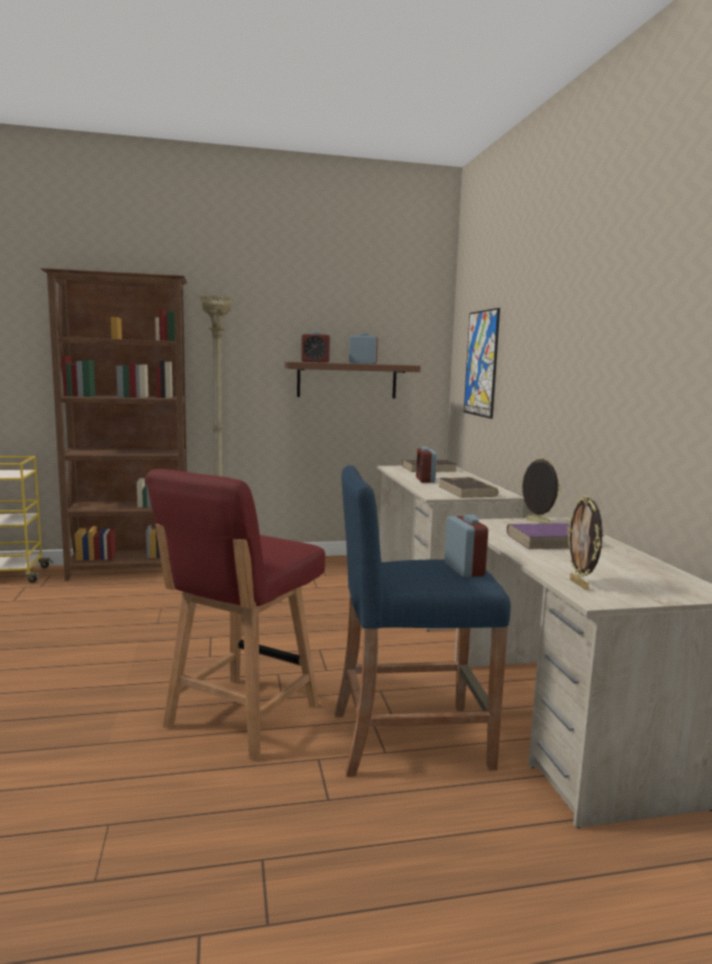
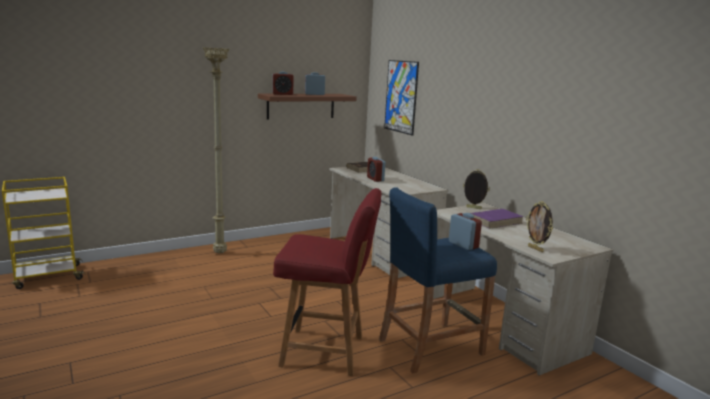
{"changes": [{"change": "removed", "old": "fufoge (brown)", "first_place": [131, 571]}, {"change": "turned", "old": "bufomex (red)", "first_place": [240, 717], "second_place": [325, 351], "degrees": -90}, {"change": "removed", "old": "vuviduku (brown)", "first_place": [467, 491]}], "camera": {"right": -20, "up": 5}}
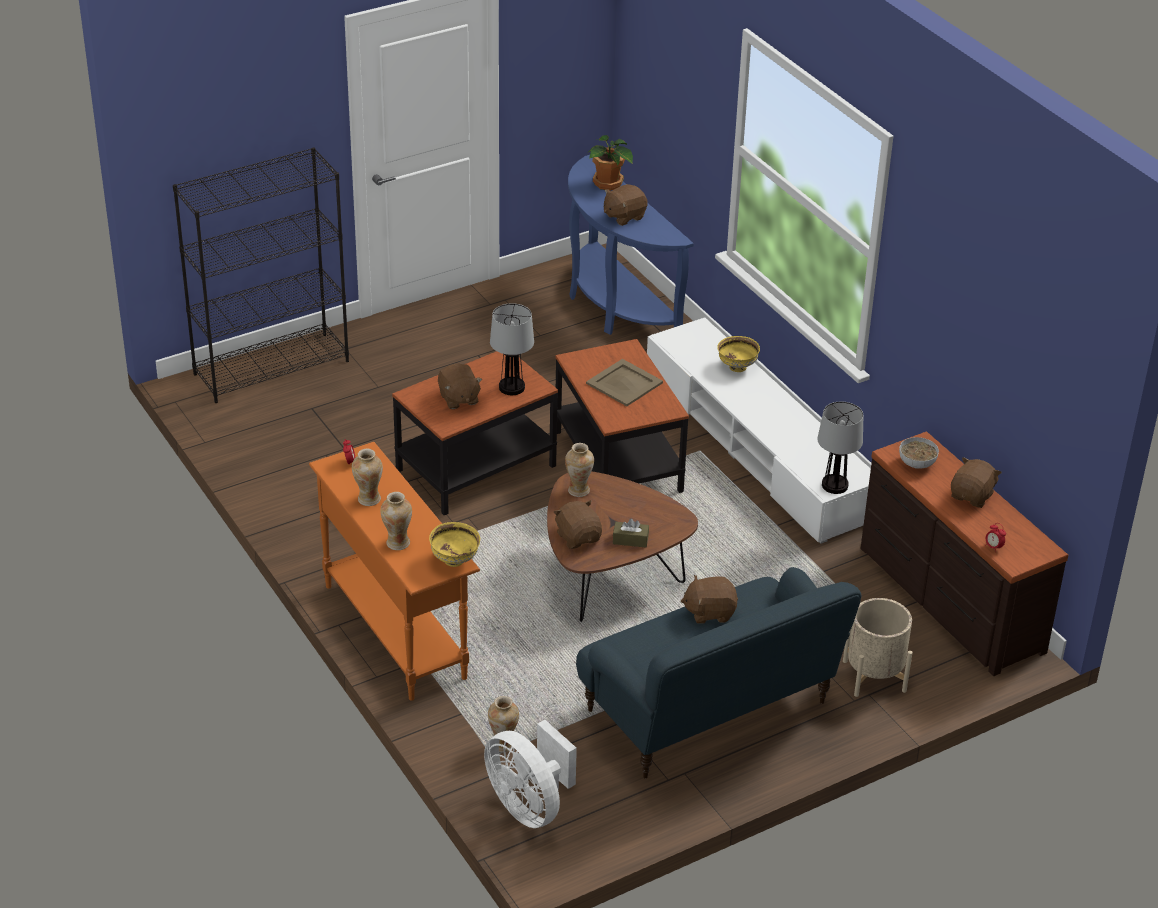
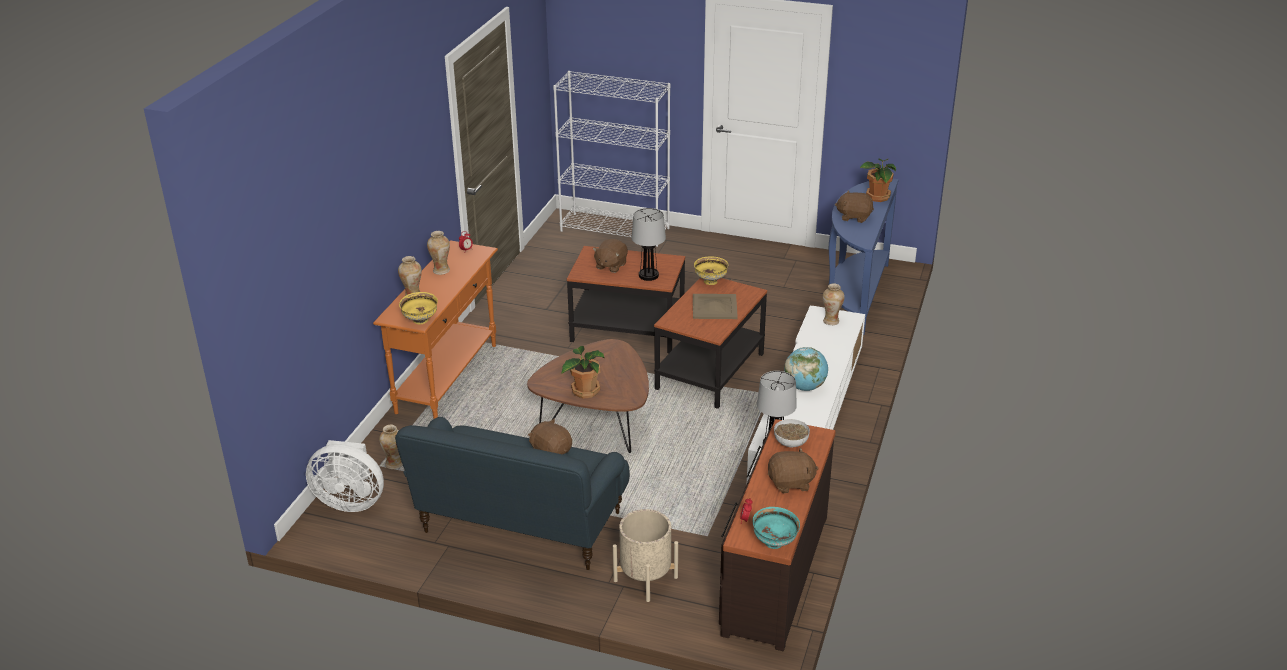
{"changes": [{"change": "recoloured", "old": "fufoge (black)", "new": "fufoge (white)", "first_place": [272, 367], "second_place": [615, 229]}, {"change": "moved", "old": "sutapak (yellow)", "first_place": [737, 367], "second_place": [710, 281]}, {"change": "moved", "old": "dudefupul", "first_place": [578, 490], "second_place": [831, 321]}, {"change": "removed", "old": "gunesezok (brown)", "first_place": [578, 537]}, {"change": "replaced", "old": "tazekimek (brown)", "new": "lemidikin", "first_place": [630, 540], "second_place": [584, 391]}, {"change": "turned", "old": "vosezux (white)", "first_place": [529, 806], "second_place": [350, 501], "degrees": -90}, {"change": "added", "new": "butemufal", "second_place": [805, 387]}, {"change": "added", "new": "sutapak (turquoise)", "second_place": [775, 542]}], "camera": {"right": 50, "up": -5}}
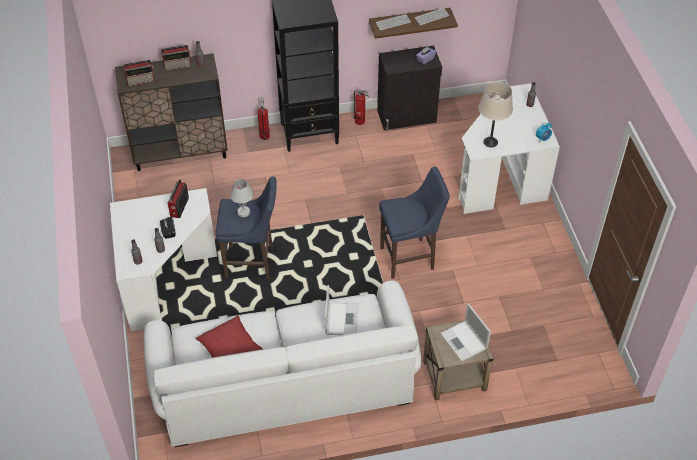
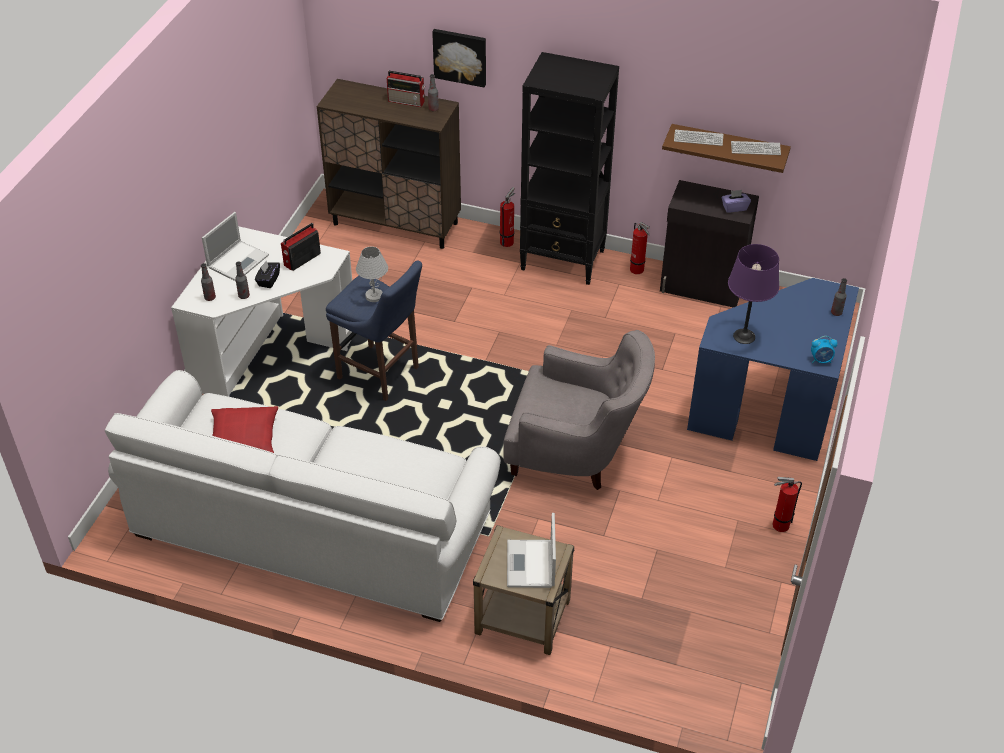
{"changes": [{"change": "removed", "old": "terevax", "first_place": [141, 80]}, {"change": "recoloured", "old": "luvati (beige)", "new": "luvati (purple)", "first_place": [490, 142], "second_place": [744, 336]}, {"change": "recoloured", "old": "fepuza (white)", "new": "fepuza (blue)", "first_place": [501, 178], "second_place": [773, 408]}, {"change": "replaced", "old": "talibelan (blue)", "new": "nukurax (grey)", "first_place": [410, 258], "second_place": [576, 452]}, {"change": "moved", "old": "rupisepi", "first_place": [341, 318], "second_place": [238, 260]}, {"change": "added", "new": "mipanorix", "second_place": [460, 56]}, {"change": "added", "new": "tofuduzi", "second_place": [778, 525]}], "camera": {"right": 30, "up": -5}}
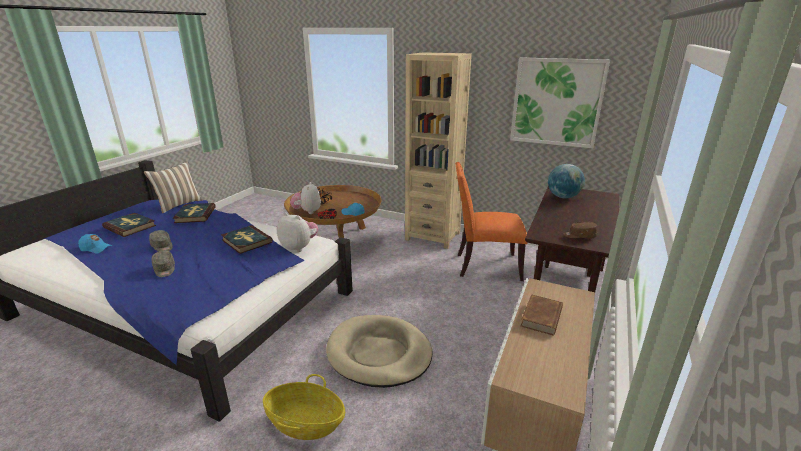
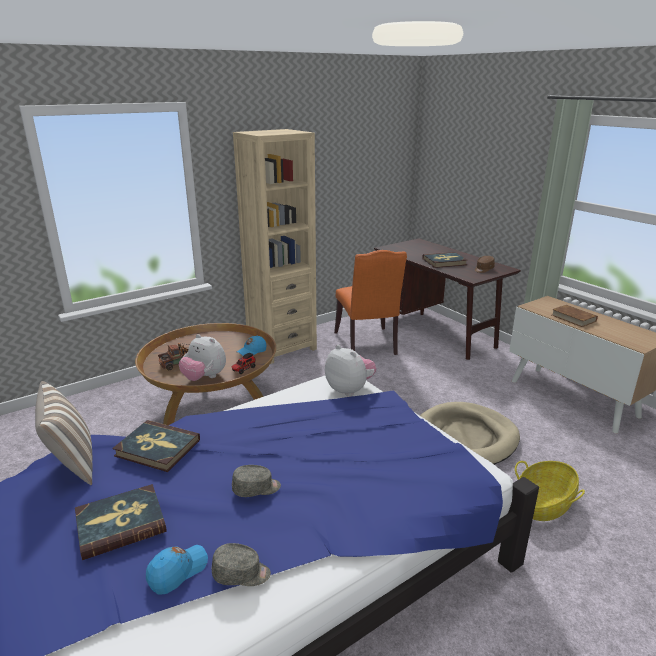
{"changes": [{"change": "removed", "old": "mipanorix", "first_place": [556, 102]}, {"change": "turned", "old": "bufomex (orange)", "first_place": [484, 266], "second_place": [367, 344], "degrees": -45}, {"change": "removed", "old": "butemufal", "first_place": [563, 197]}, {"change": "turned", "old": "gunesezok", "first_place": [299, 247], "second_place": [350, 389], "degrees": 75}, {"change": "moved", "old": "vuviduku", "first_place": [246, 241], "second_place": [444, 262]}, {"change": "moved", "old": "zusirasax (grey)", "first_place": [164, 269], "second_place": [241, 574]}], "camera": {"right": -60, "up": 0}}
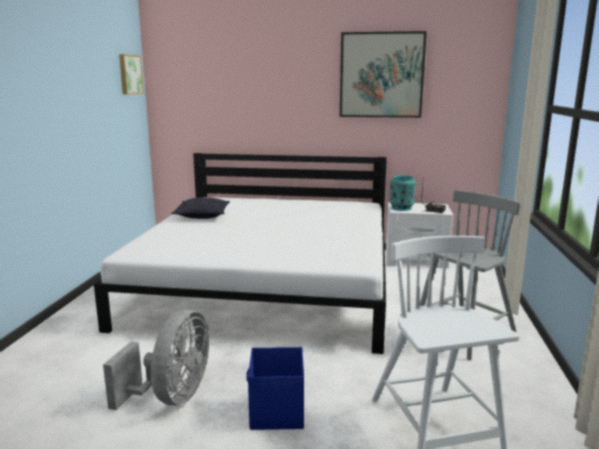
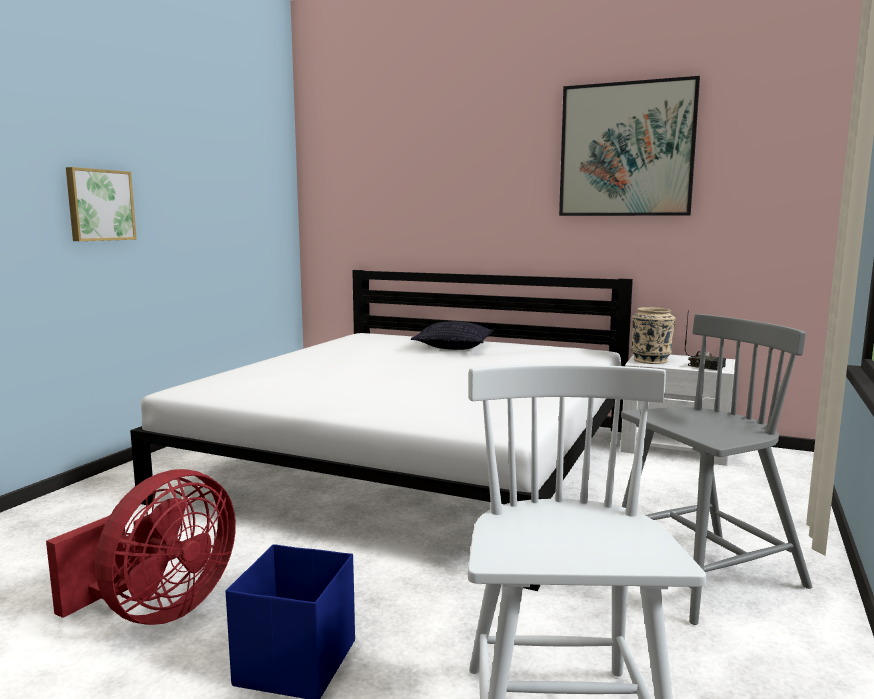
{"changes": [{"change": "moved", "old": "mipanorix", "first_place": [129, 74], "second_place": [99, 205]}, {"change": "recoloured", "old": "dudefupul (turquoise)", "new": "dudefupul (beige)", "first_place": [401, 208], "second_place": [650, 360]}, {"change": "moved", "old": "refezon", "first_place": [202, 216], "second_place": [454, 347]}, {"change": "recoloured", "old": "vosezux (grey)", "new": "vosezux (red)", "first_place": [172, 397], "second_place": [158, 611]}], "camera": {"right": 15, "up": -5}}
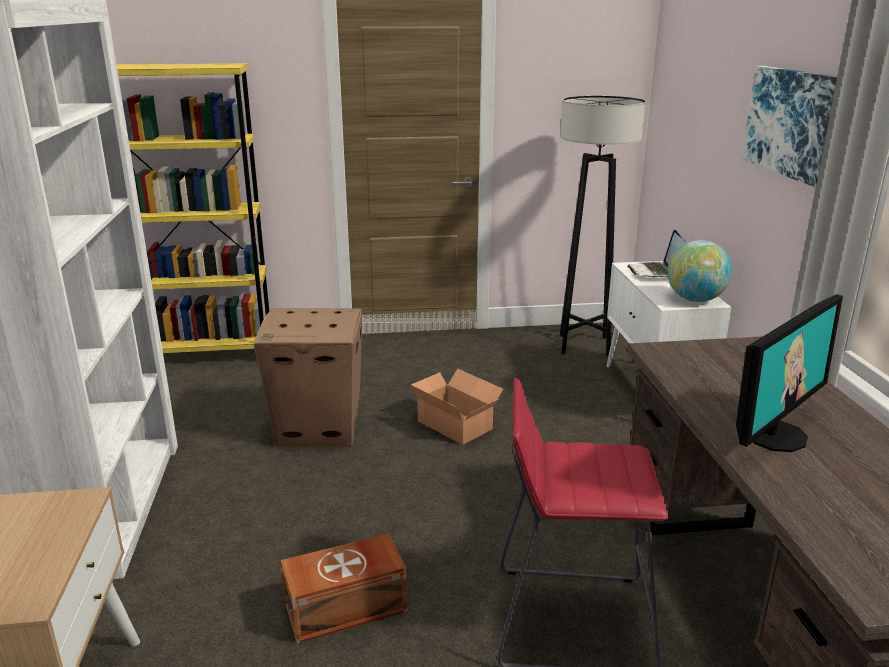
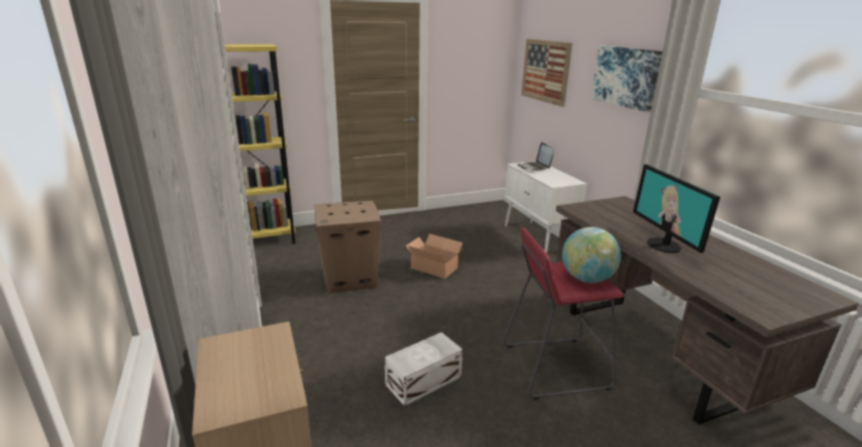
{"changes": [{"change": "removed", "old": "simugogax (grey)", "first_place": [584, 345]}, {"change": "moved", "old": "butemufal", "first_place": [695, 299], "second_place": [587, 279]}, {"change": "turned", "old": "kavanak", "first_place": [775, 435], "second_place": [664, 245], "degrees": 135}, {"change": "recoloured", "old": "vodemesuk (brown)", "new": "vodemesuk (white)", "first_place": [348, 608], "second_place": [425, 381]}, {"change": "added", "new": "mipanorix", "second_place": [545, 71]}], "camera": {"right": -15, "up": 0}}
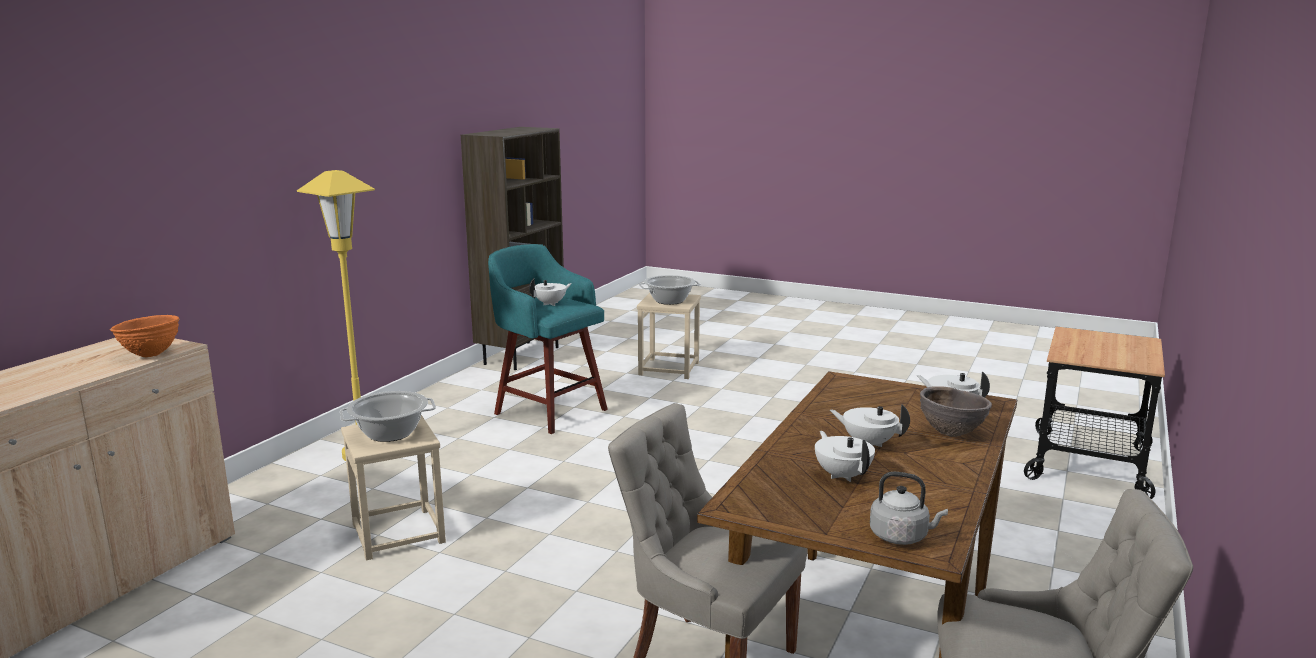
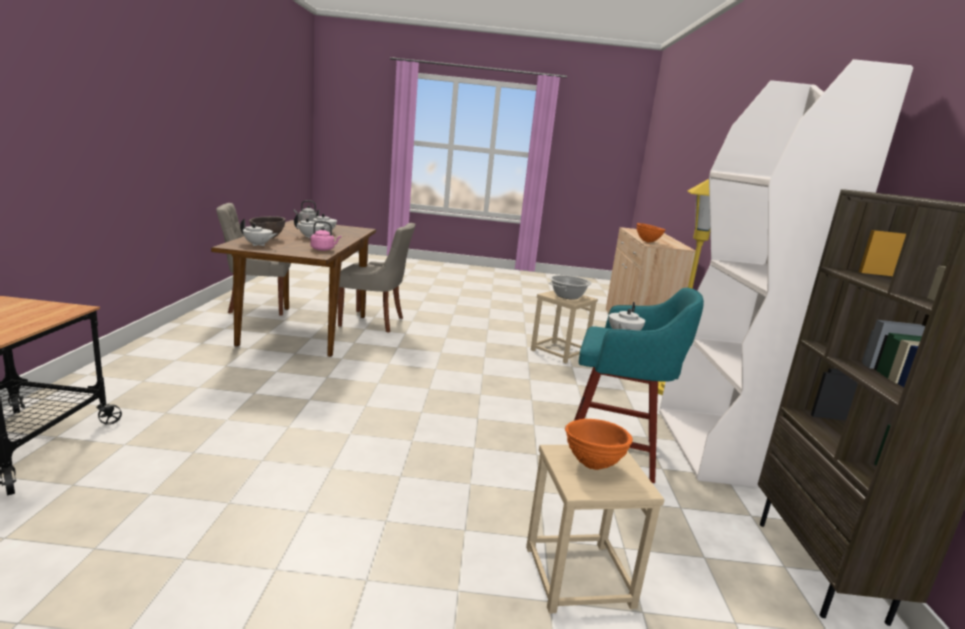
{"changes": [{"change": "replaced", "old": "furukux", "new": "sutapak (orange)", "first_place": [669, 301], "second_place": [593, 465]}, {"change": "added", "new": "fufoge (white)", "second_place": [716, 448]}, {"change": "added", "new": "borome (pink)", "second_place": [324, 249]}], "camera": {"right": 155, "up": 0}}
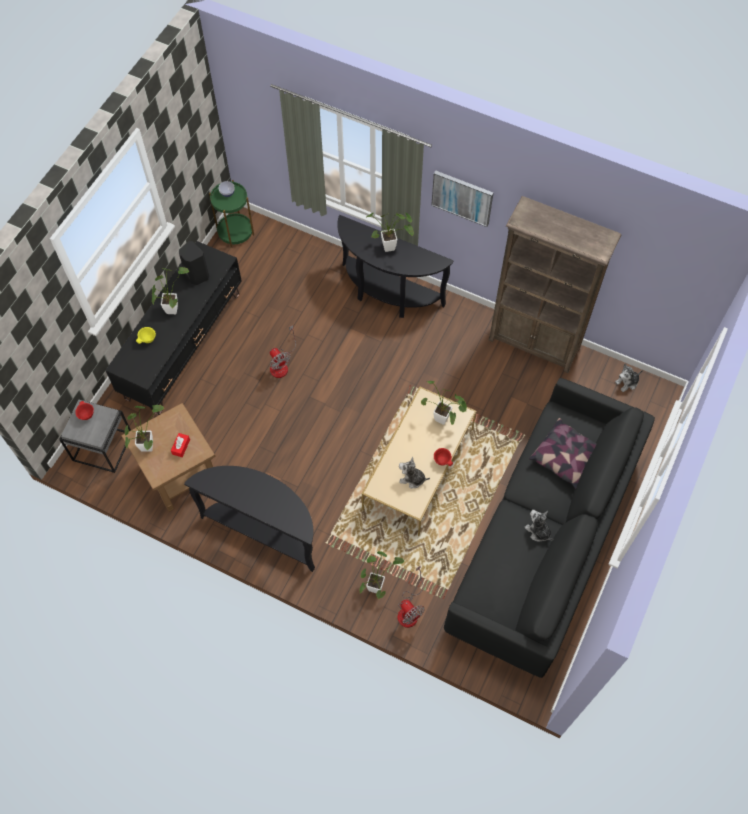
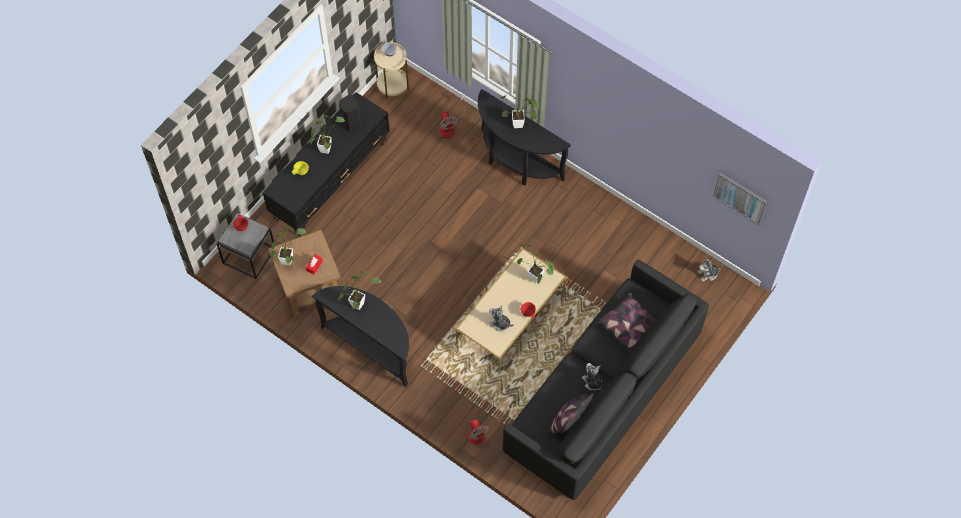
{"changes": [{"change": "moved", "old": "mipanorix", "first_place": [462, 197], "second_place": [740, 197]}, {"change": "recoloured", "old": "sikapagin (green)", "new": "sikapagin (beige)", "first_place": [235, 232], "second_place": [392, 85]}, {"change": "removed", "old": "fufoge (brown)", "first_place": [534, 344]}, {"change": "moved", "old": "vosezux", "first_place": [281, 364], "second_place": [449, 127]}, {"change": "moved", "old": "lemidikin", "first_place": [376, 584], "second_place": [359, 302]}, {"change": "added", "new": "refezon", "second_place": [568, 421]}], "camera": {"right": 10, "up": 0}}
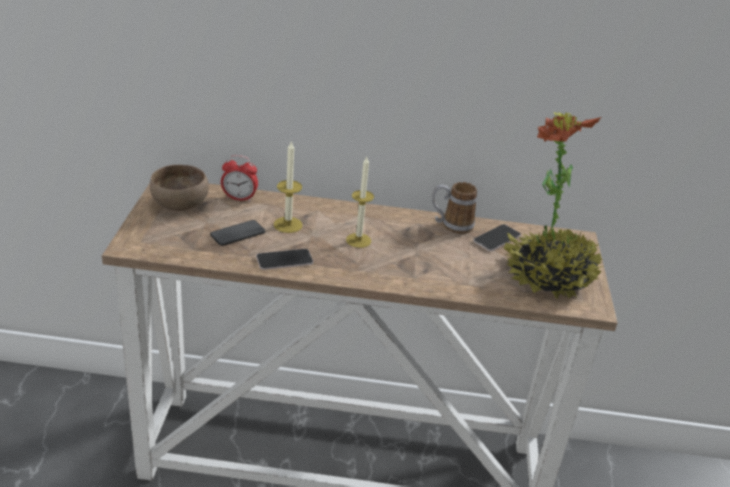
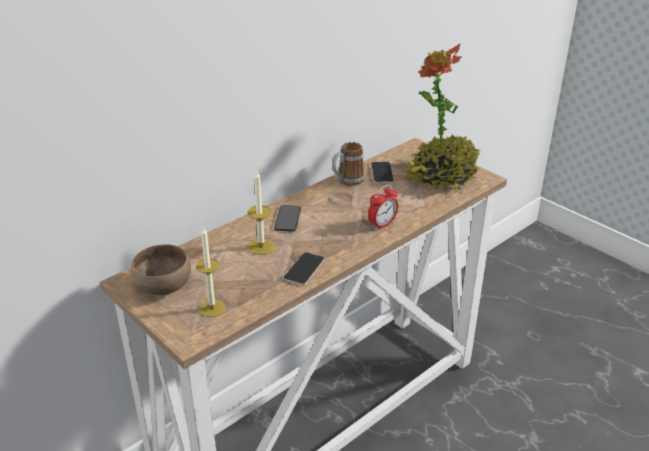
{"changes": [{"change": "moved", "old": "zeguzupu", "first_place": [239, 198], "second_place": [382, 225]}, {"change": "moved", "old": "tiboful", "first_place": [358, 240], "second_place": [212, 308]}, {"change": "moved", "old": "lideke", "first_place": [237, 234], "second_place": [287, 219]}], "camera": {"right": -45, "up": 0}}
